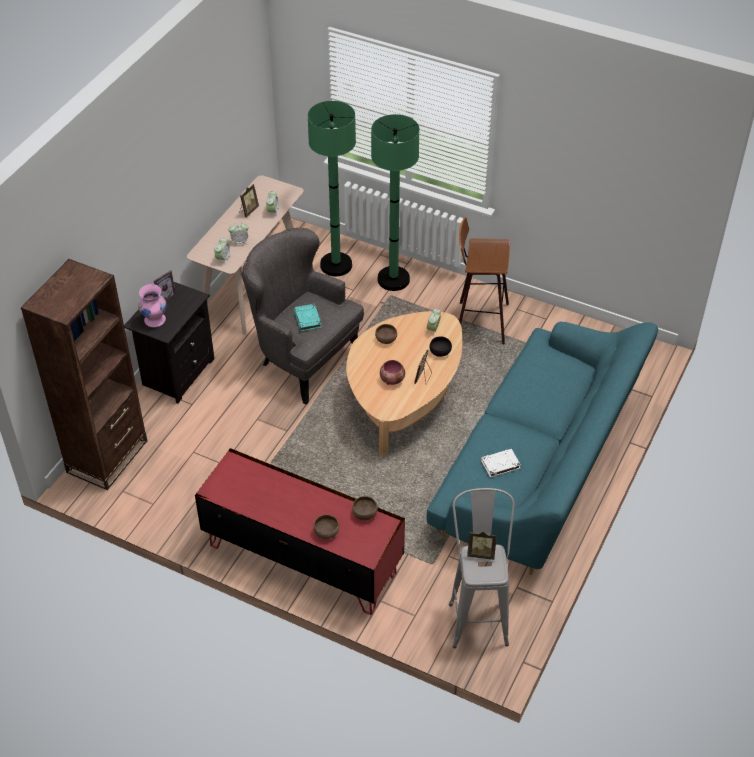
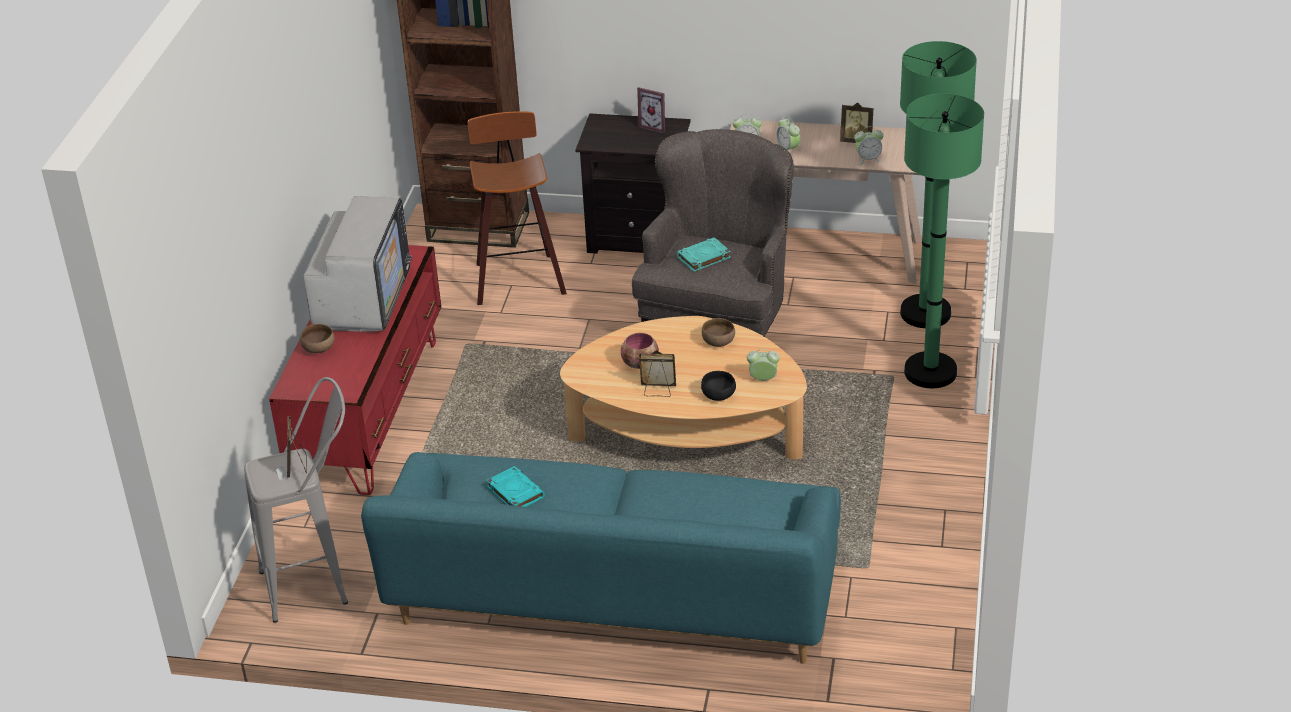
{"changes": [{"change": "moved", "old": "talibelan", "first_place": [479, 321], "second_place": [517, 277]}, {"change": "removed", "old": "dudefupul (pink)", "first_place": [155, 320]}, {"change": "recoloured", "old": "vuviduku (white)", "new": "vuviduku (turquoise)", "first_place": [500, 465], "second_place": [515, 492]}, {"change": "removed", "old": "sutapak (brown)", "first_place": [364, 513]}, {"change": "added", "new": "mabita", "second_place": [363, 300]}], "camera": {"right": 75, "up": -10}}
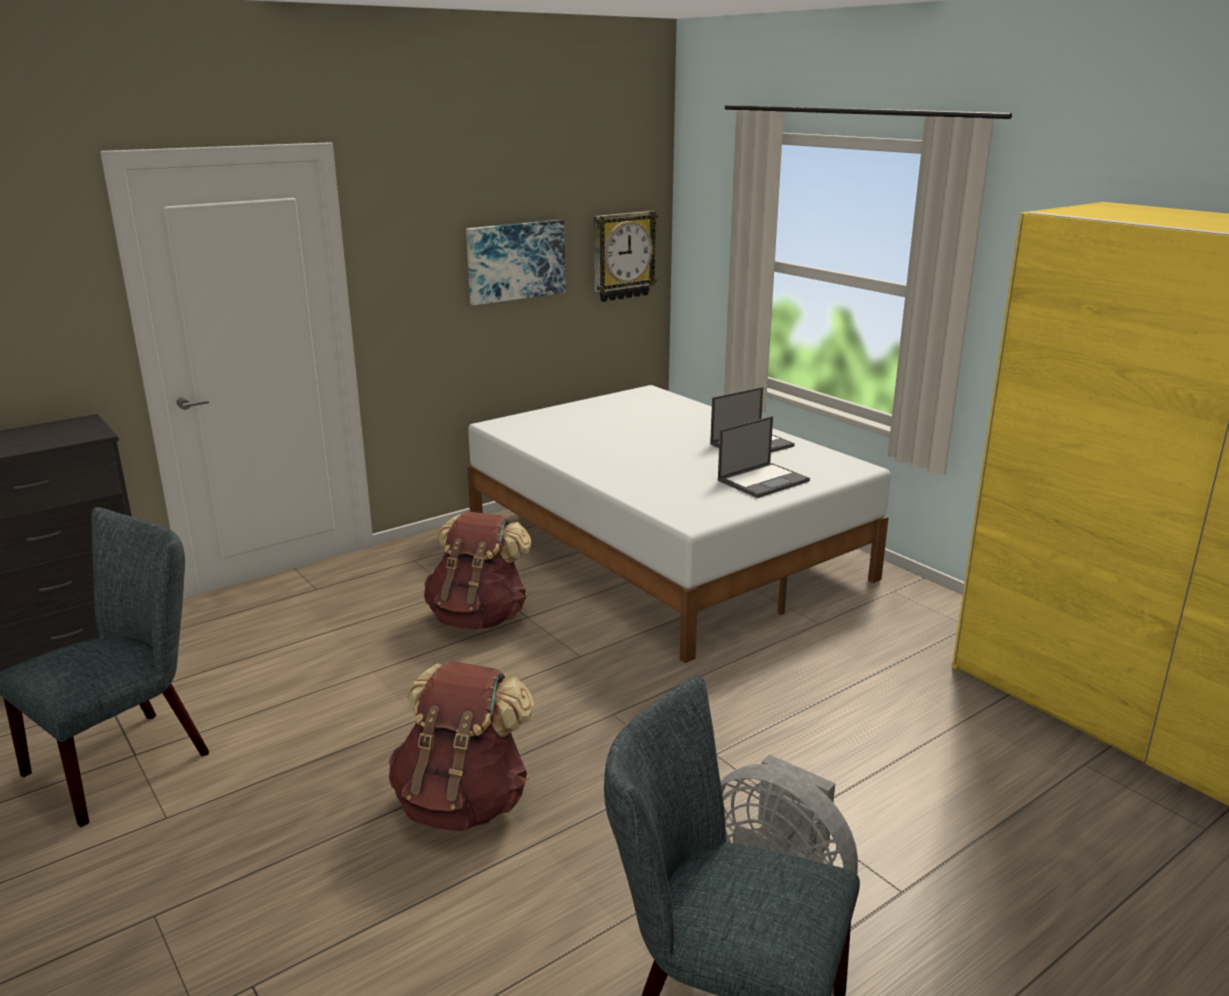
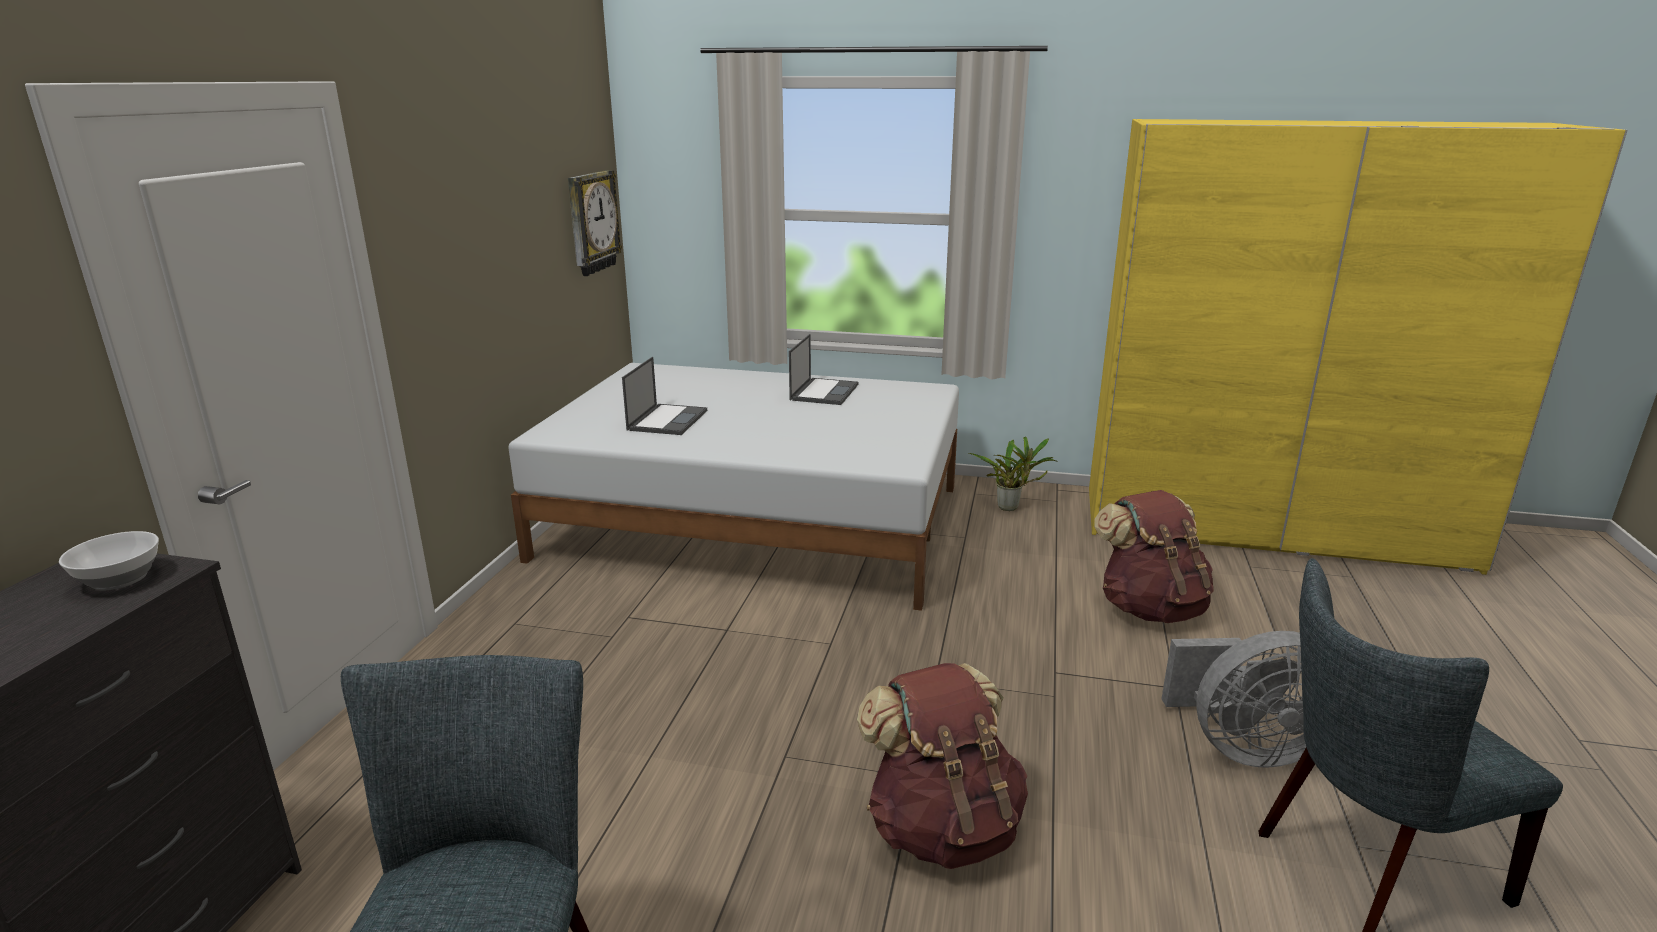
{"changes": [{"change": "removed", "old": "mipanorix", "first_place": [515, 261]}, {"change": "moved", "old": "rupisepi", "first_place": [763, 480], "second_place": [667, 420]}, {"change": "moved", "old": "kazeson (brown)", "first_place": [479, 617], "second_place": [1149, 607]}, {"change": "added", "new": "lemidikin", "second_place": [1011, 508]}, {"change": "added", "new": "sutapak", "second_place": [119, 579]}], "camera": {"right": -40, "up": 0}}
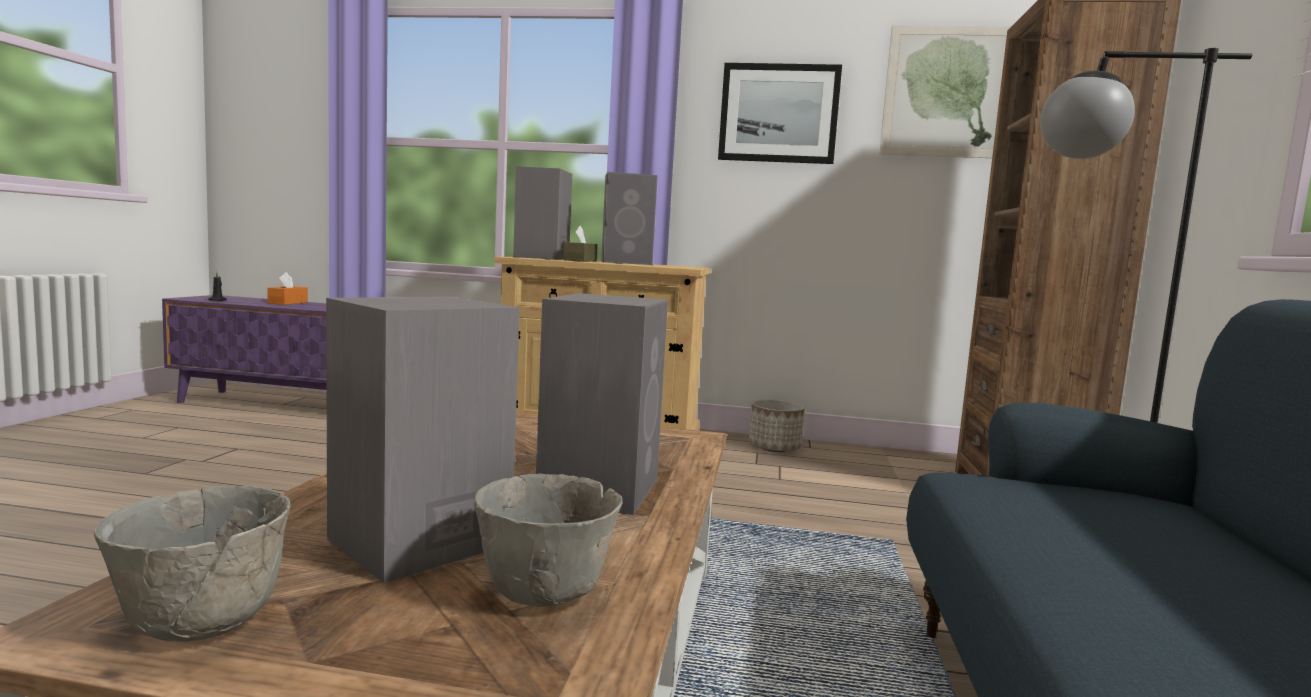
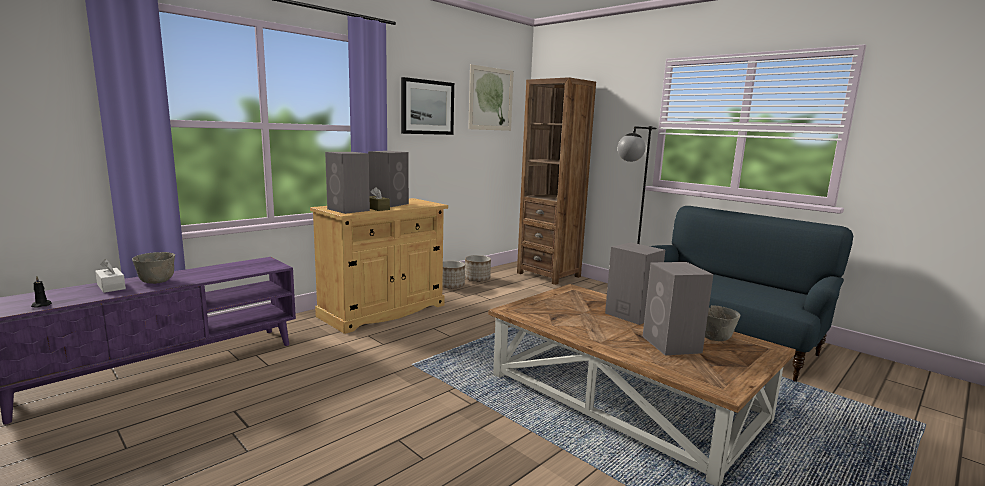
{"changes": [{"change": "recoloured", "old": "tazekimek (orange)", "new": "tazekimek (white)", "first_place": [288, 303], "second_place": [111, 286]}, {"change": "moved", "old": "sutapak (grey)", "first_place": [203, 625], "second_place": [157, 282]}, {"change": "added", "new": "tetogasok", "second_place": [477, 279]}], "camera": {"right": -55, "up": 5}}
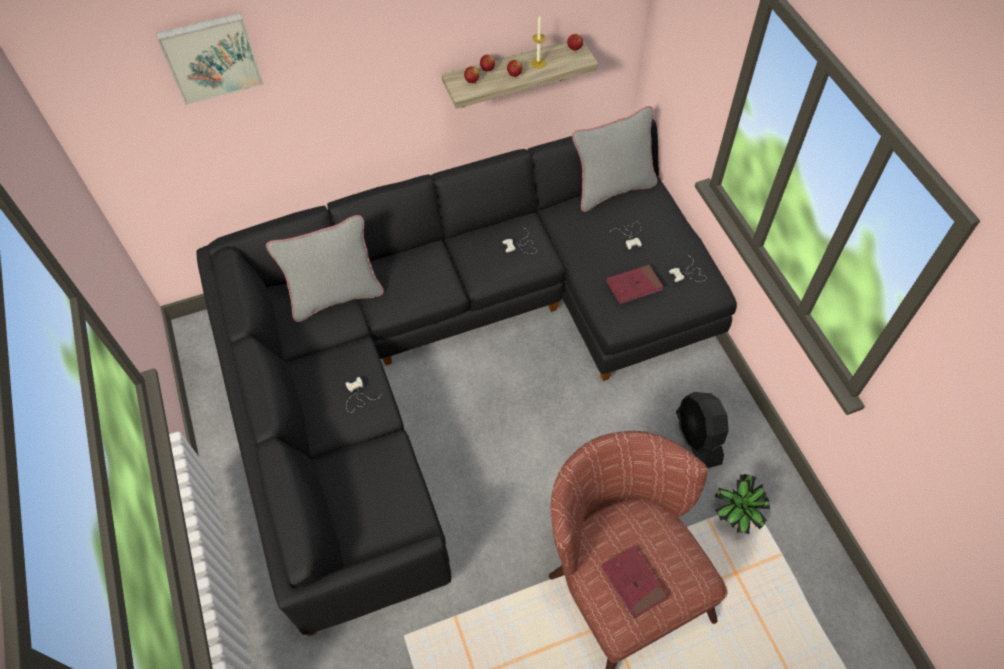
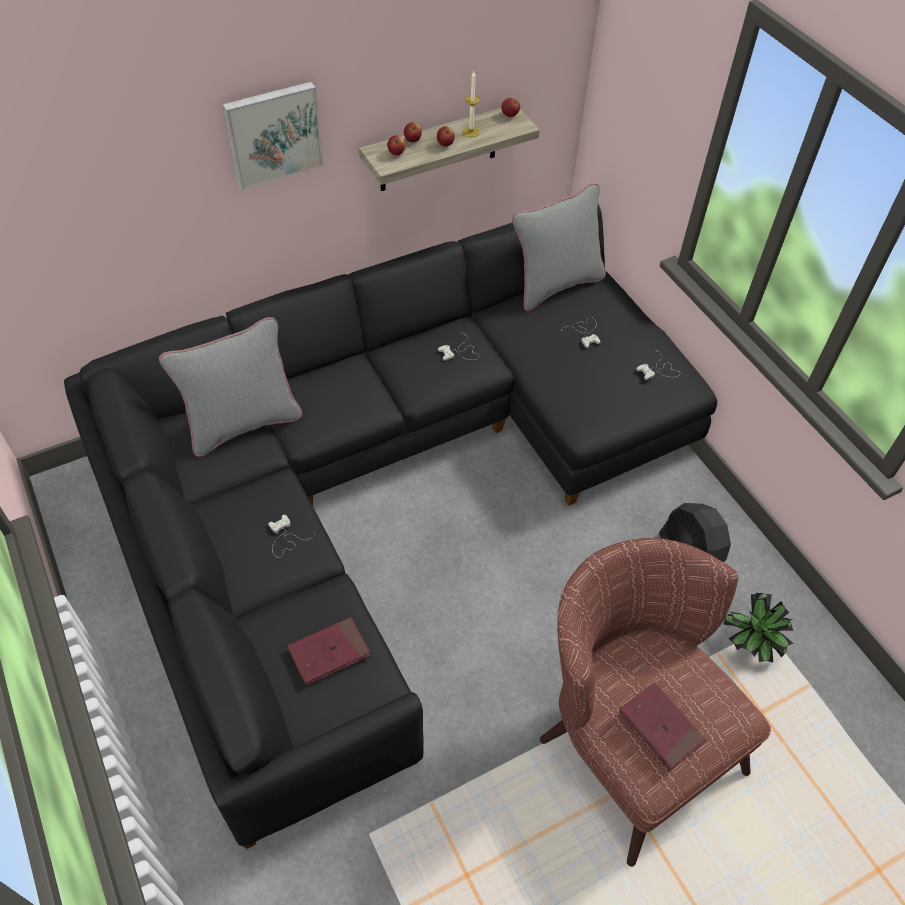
{"changes": [{"change": "moved", "old": "mipanorix", "first_place": [211, 56], "second_place": [273, 133]}, {"change": "moved", "old": "vuviduku (red)", "first_place": [634, 286], "second_place": [329, 652]}], "camera": {"right": -10, "up": -5}}
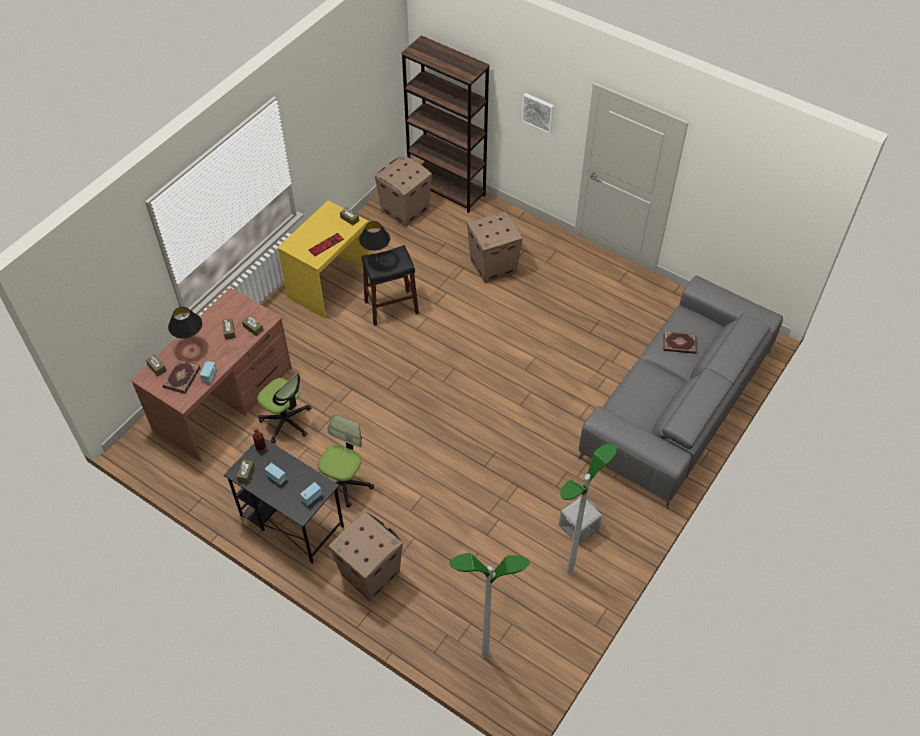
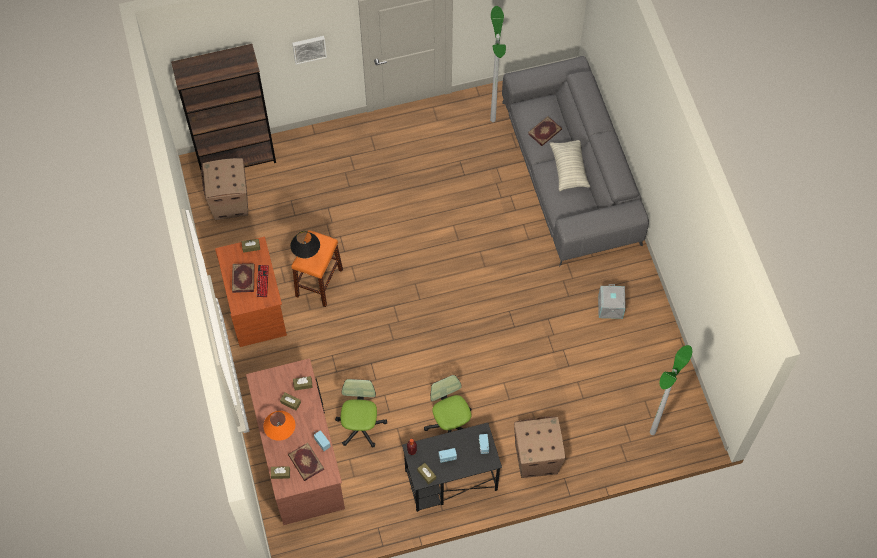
{"changes": [{"change": "recoloured", "old": "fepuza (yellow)", "new": "fepuza (brown)", "first_place": [330, 285], "second_place": [256, 308]}, {"change": "removed", "old": "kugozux", "first_place": [494, 266]}, {"change": "recoloured", "old": "talibelan (black)", "new": "talibelan (orange)", "first_place": [391, 307], "second_place": [319, 283]}, {"change": "recoloured", "old": "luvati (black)", "new": "luvati (orange)", "first_place": [192, 347], "second_place": [282, 437]}, {"change": "turned", "old": "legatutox", "first_place": [286, 421], "second_place": [360, 427], "degrees": -75}, {"change": "moved", "old": "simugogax", "first_place": [569, 571], "second_place": [492, 119]}, {"change": "added", "new": "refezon", "second_place": [569, 169]}, {"change": "added", "new": "vuviduku", "second_place": [244, 278]}], "camera": {"right": -50, "up": 10}}
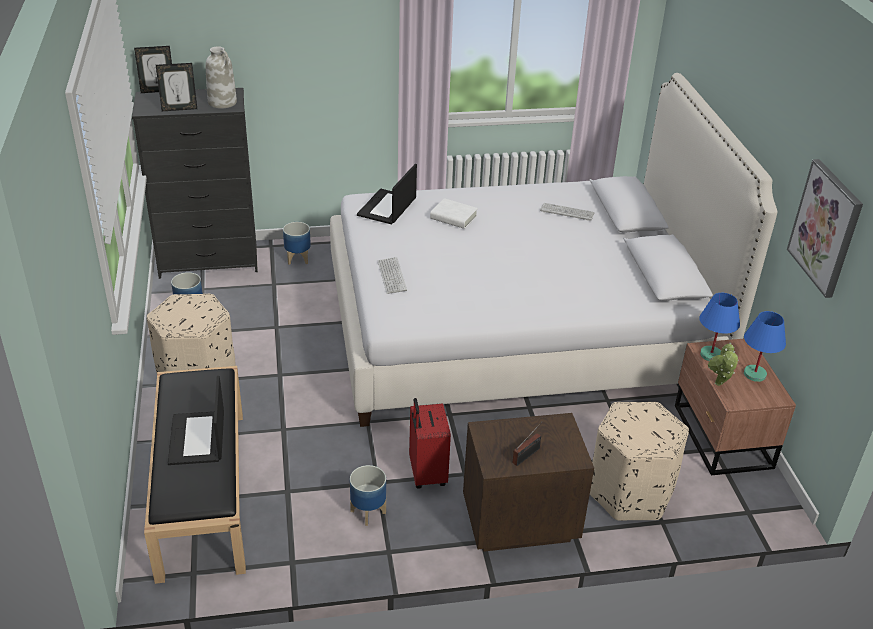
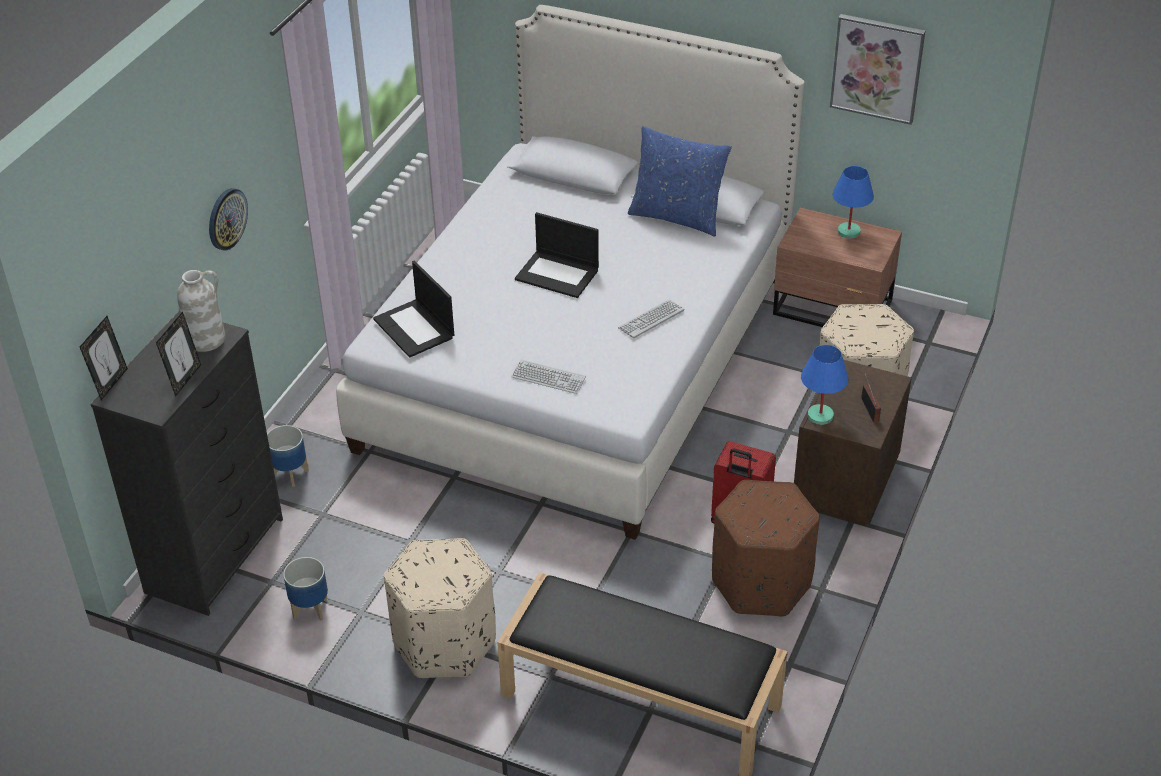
{"changes": [{"change": "removed", "old": "vuviduku (white)", "first_place": [453, 217]}, {"change": "moved", "old": "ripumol", "first_place": [567, 212], "second_place": [651, 319]}, {"change": "moved", "old": "luvati (blue)", "first_place": [710, 355], "second_place": [820, 416]}, {"change": "removed", "old": "lemidikin", "first_place": [718, 385]}, {"change": "moved", "old": "rupisepi", "first_place": [198, 439], "second_place": [558, 274]}, {"change": "replaced", "old": "tetogasok", "new": "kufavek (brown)", "first_place": [368, 511], "second_place": [760, 583]}, {"change": "added", "new": "refezon (blue)", "second_place": [677, 216]}, {"change": "added", "new": "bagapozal", "second_place": [226, 218]}], "camera": {"right": -55, "up": 5}}
